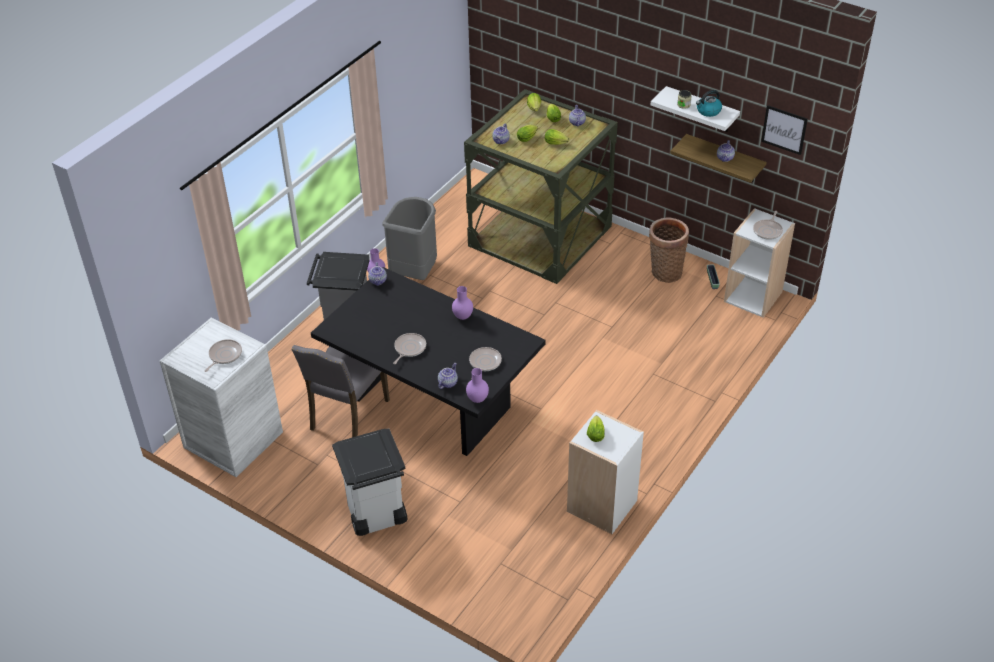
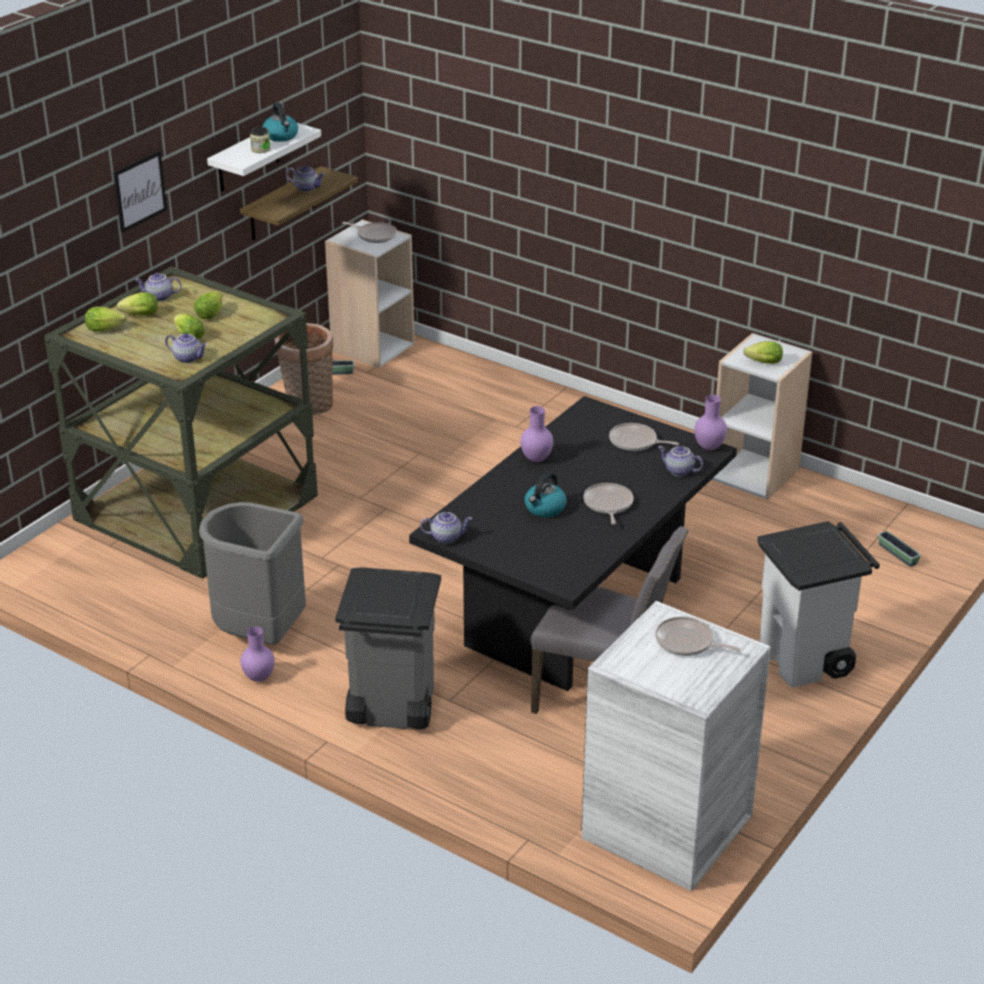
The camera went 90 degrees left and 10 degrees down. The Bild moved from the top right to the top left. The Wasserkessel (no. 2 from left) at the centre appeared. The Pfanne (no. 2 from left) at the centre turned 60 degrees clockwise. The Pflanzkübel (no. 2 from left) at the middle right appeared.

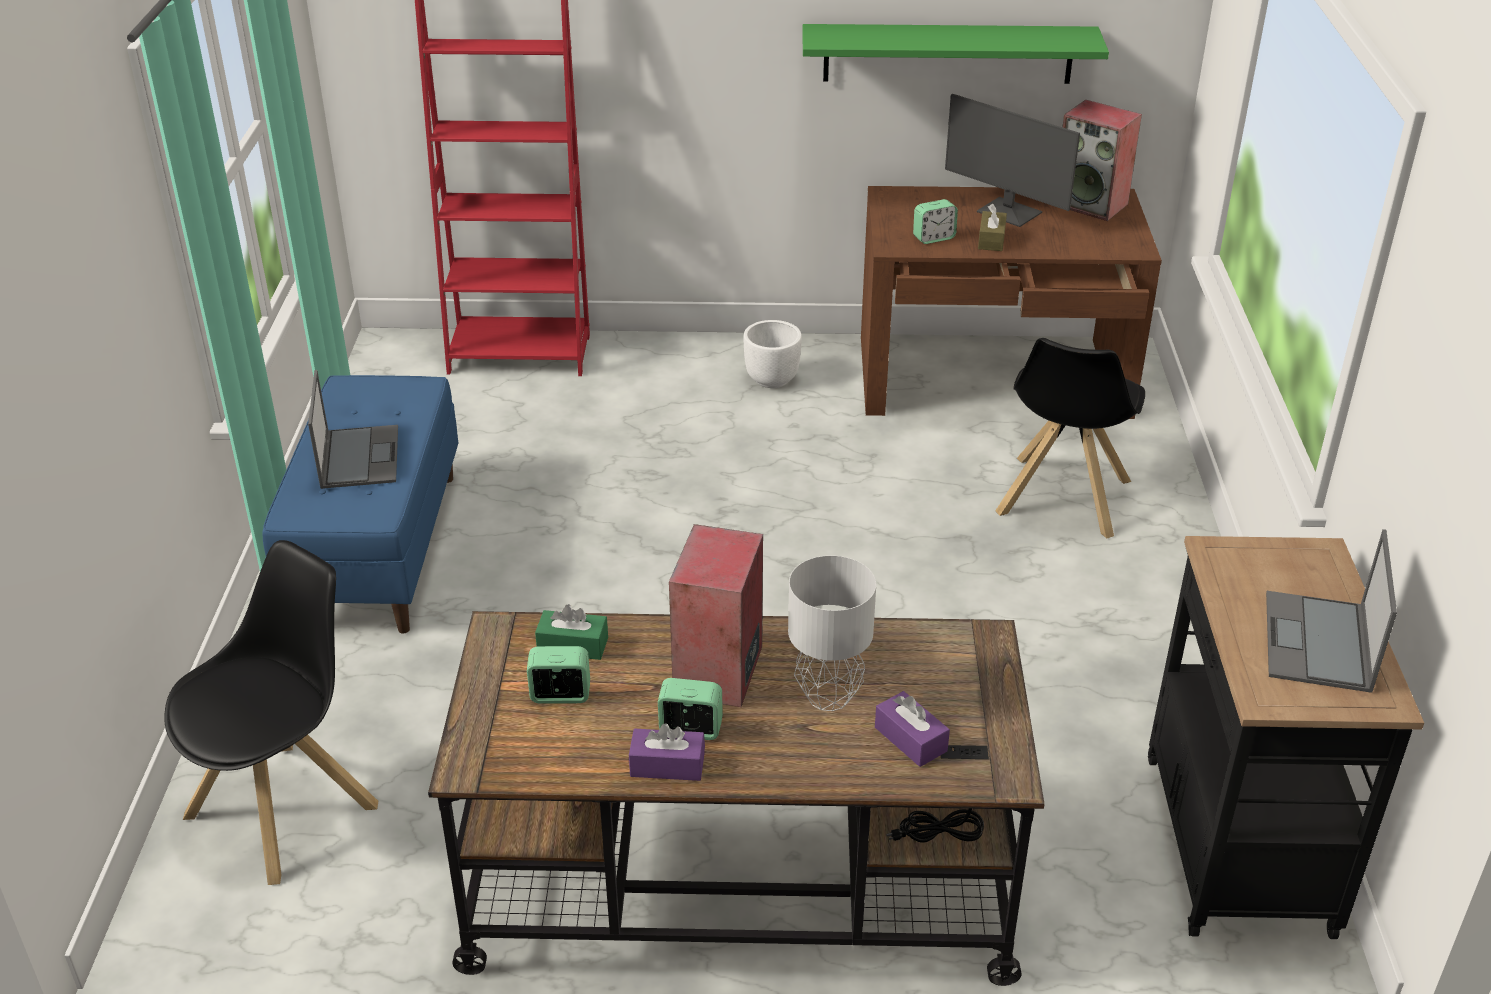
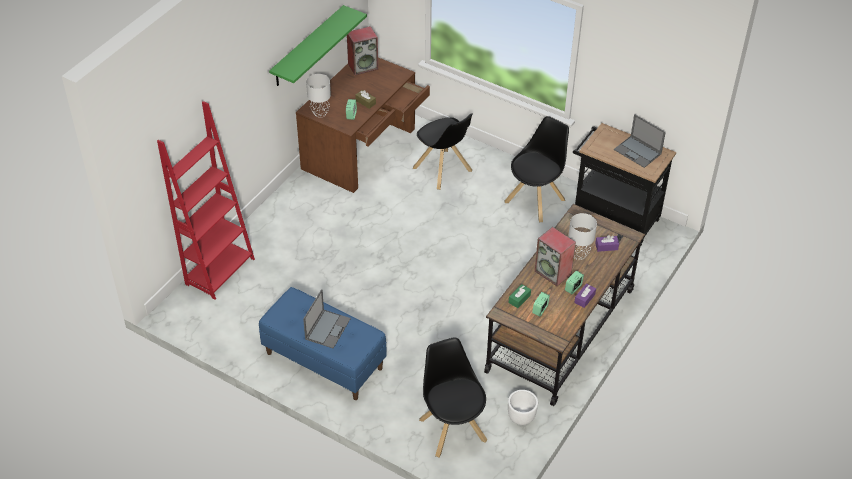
The camera went 60 degrees left and 10 degrees up. The Laptop (no. 1 from left) at the middle left turned 90 degrees clockwise. The Tischlampe/grau (no. 1 from left) at the top centre appeared. The Stuhl/schwarz (no. 3 from left) at the centre appeared. The Pflanzkübel/weiß moved from the centre to the bottom centre. The Monitor at the top right disappeared.

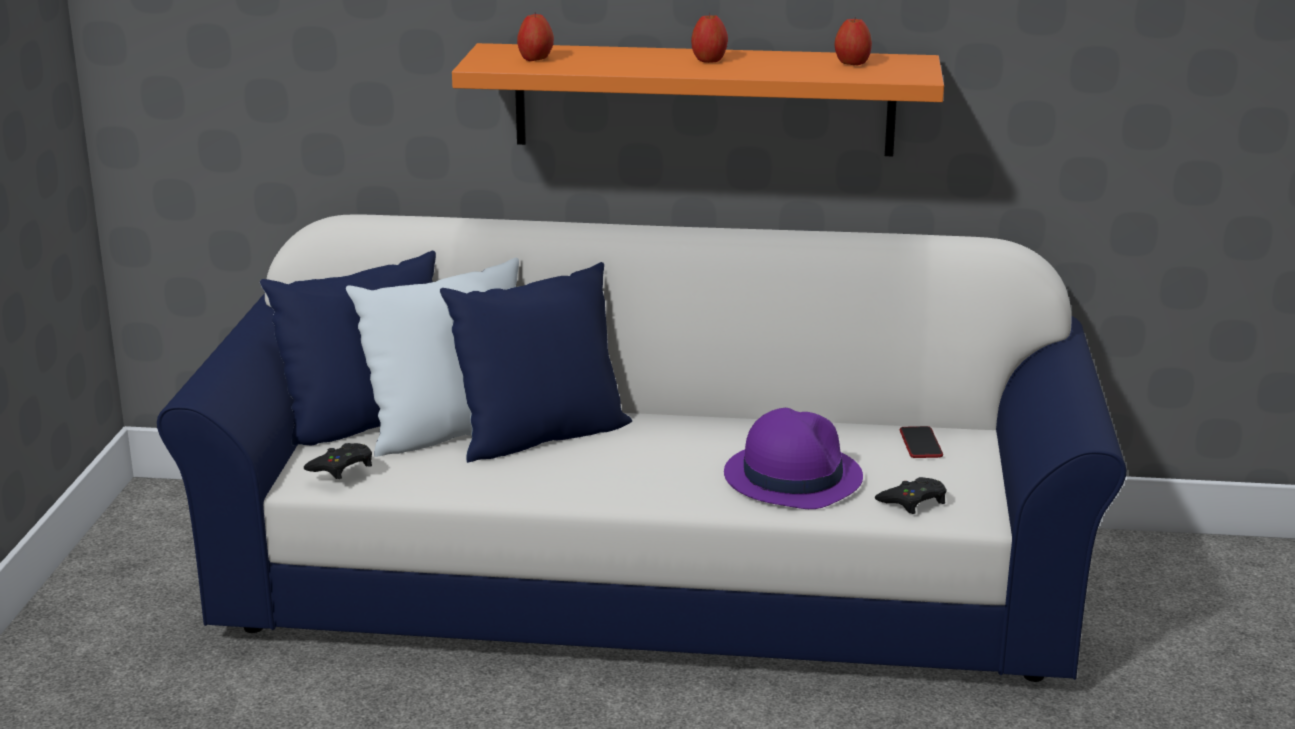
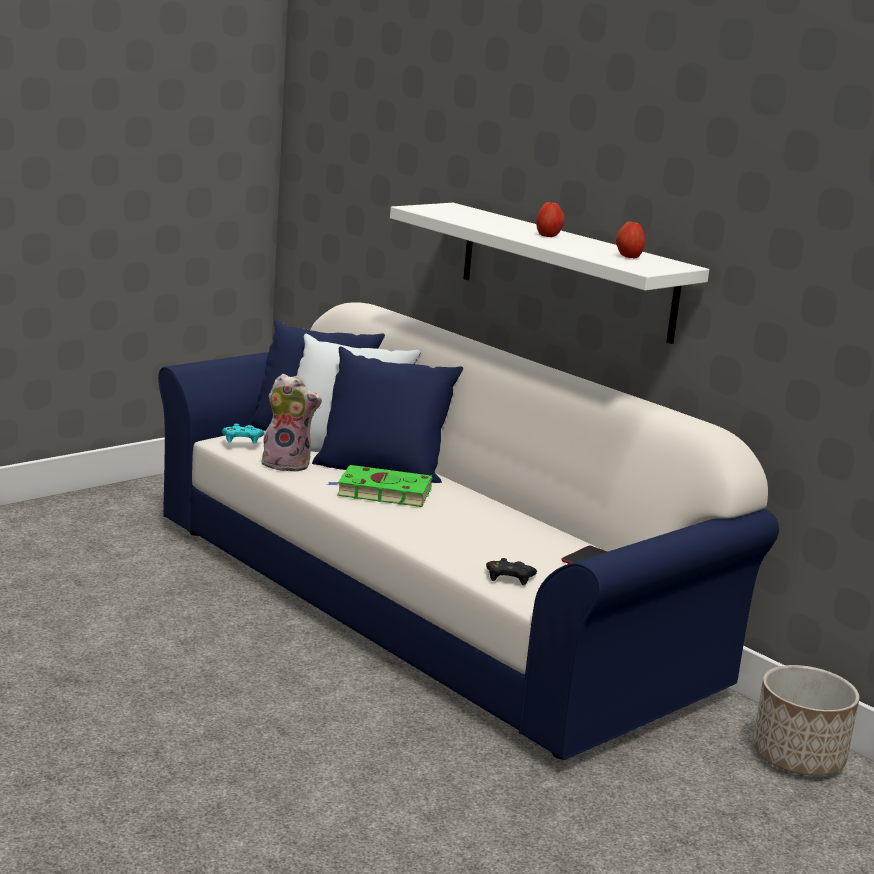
The camera went 40 degrees right and 5 degrees down. The Gamepad/schwarz (no. 1 from left) at the middle left became the Gamepad/türkis at the middle left. The Plüschtier at the middle left appeared. The Buch/grün at the centre appeared. The Wandregal/orange at the top centre became the Wandregal/weiß at the top centre. The Pflanzkübel at the bottom right appeared. The Apfel (no. 1 from left) at the top centre disappeared. The Hut/lila at the centre disappeared.

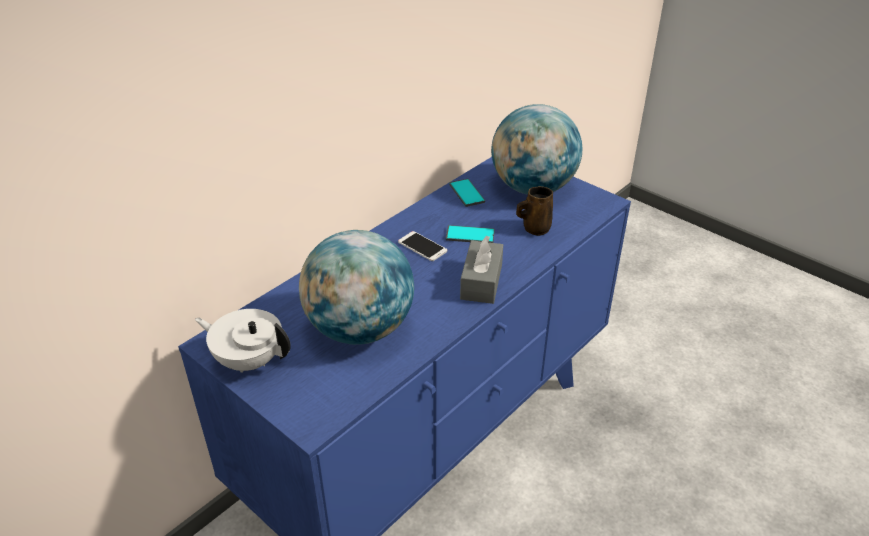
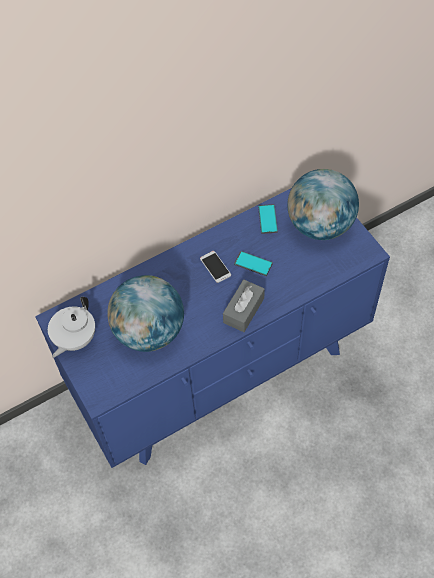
The camera went 20 degrees right and 20 degrees up. The Teekanne/weiß at the middle left turned 105 degrees counterclockwise. The Henkelbecher/braun at the centre disappeared.

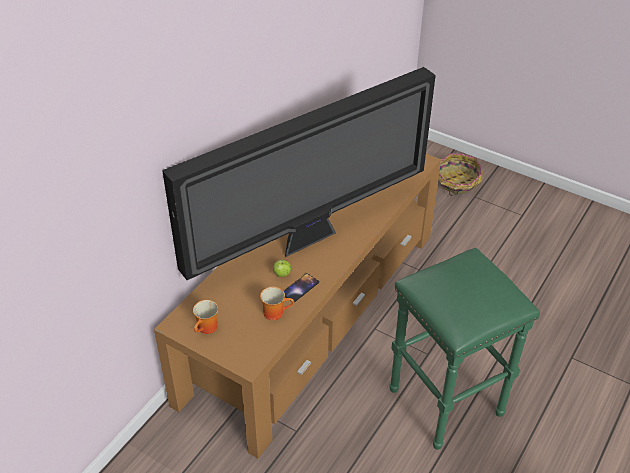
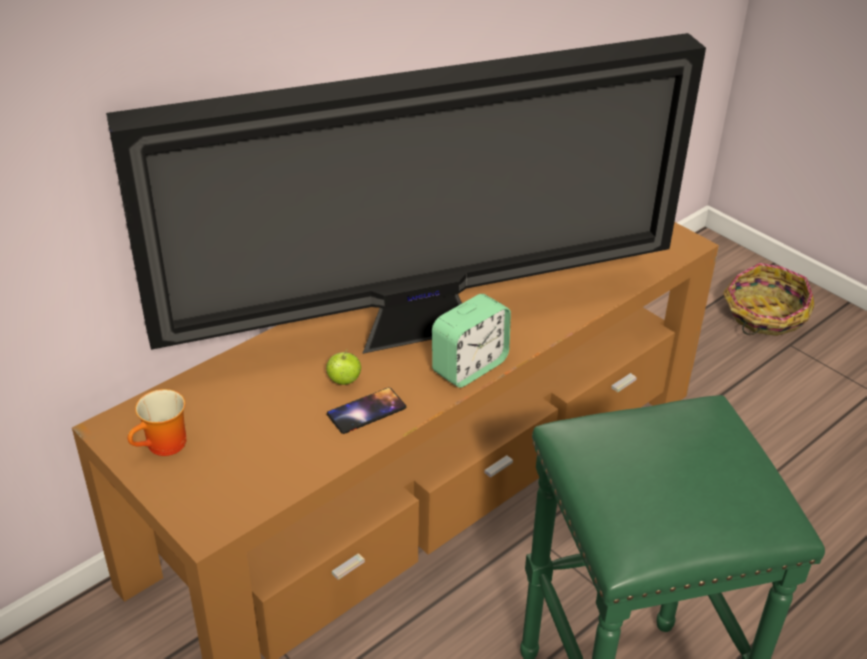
The camera went 15 degrees right and 5 degrees down. The Wecker at the centre appeared. The Henkelbecher (no. 2 from left) at the centre disappeared.

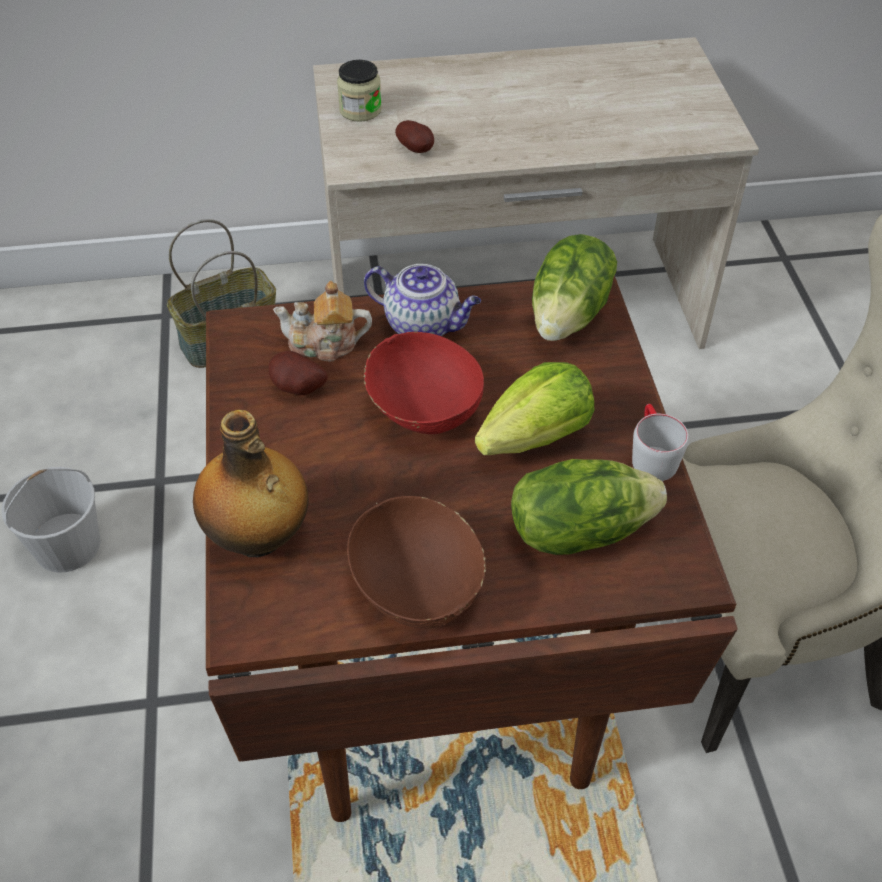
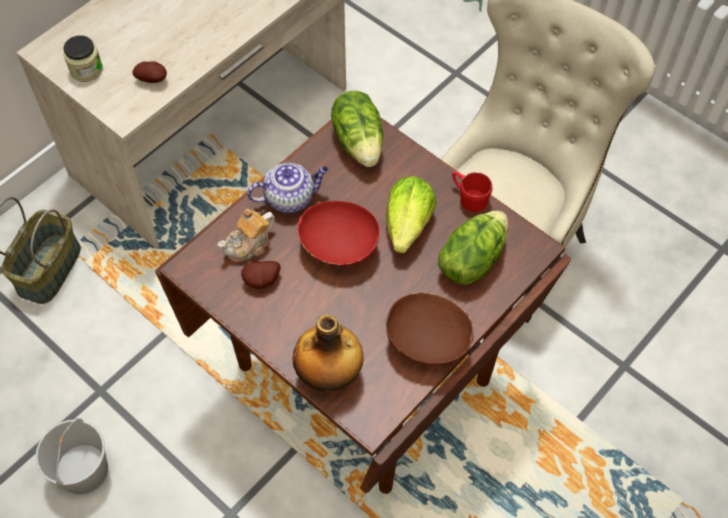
The camera went 40 degrees left and 10 degrees up. The Henkelbecher/grau at the middle right became the Henkelbecher/rot at the centre.

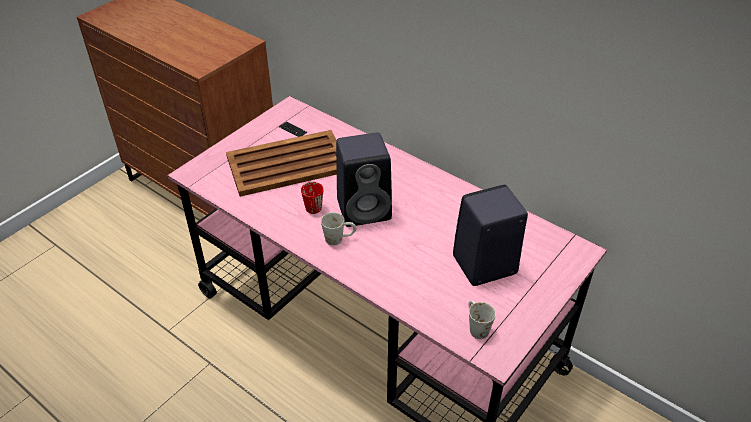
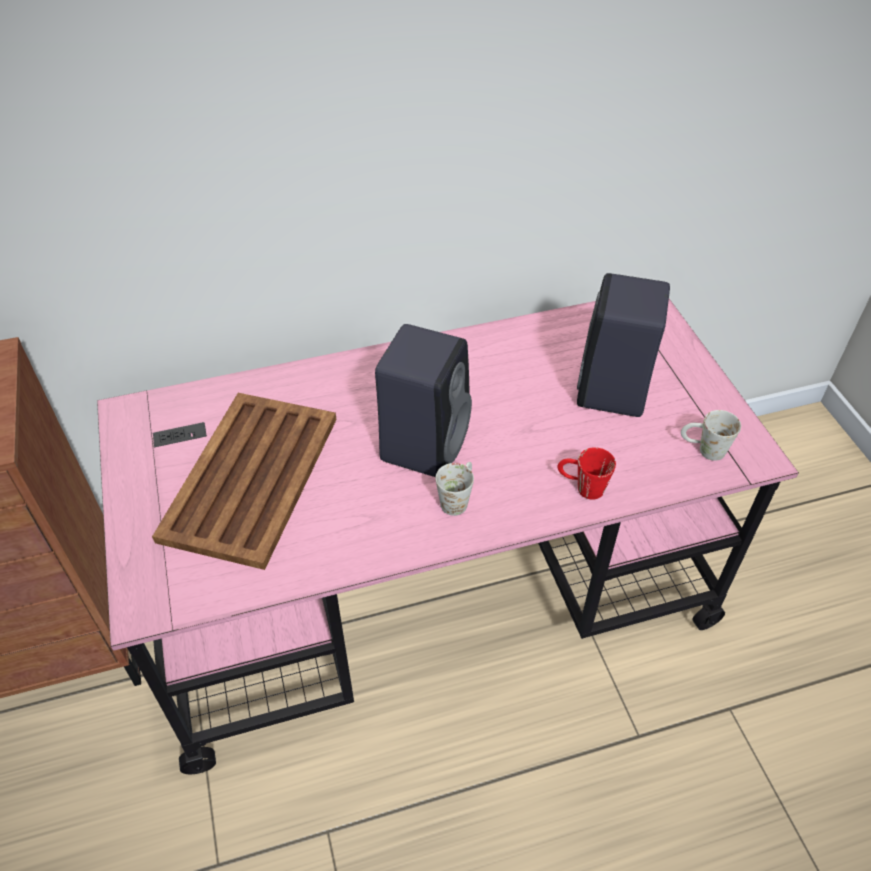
The camera went 55 degrees left and 5 degrees up. The Henkelbecher/rot moved from the centre to the middle right.

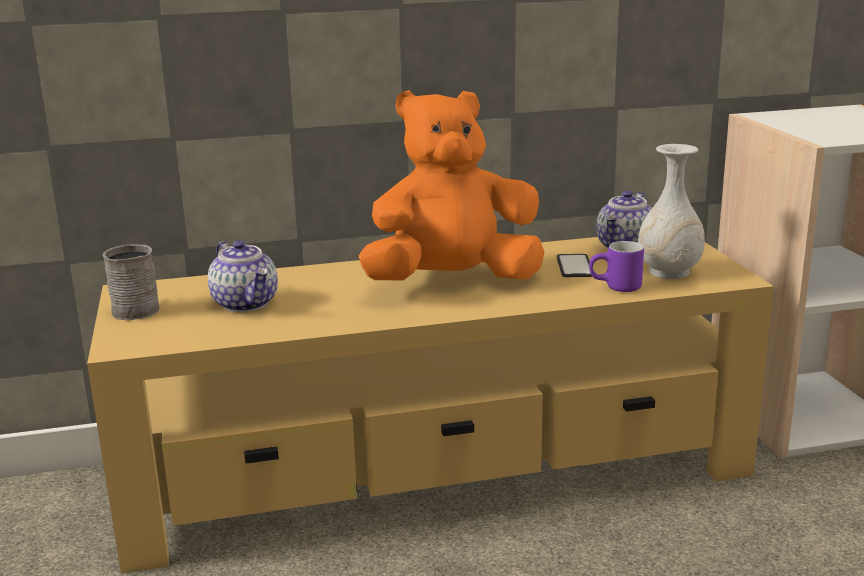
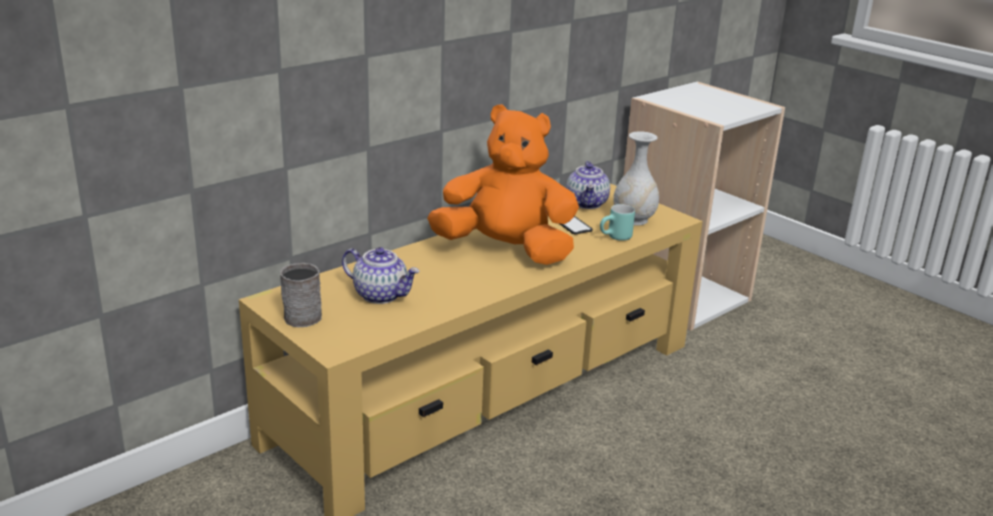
The camera went 30 degrees left and 5 degrees up. The Plüschtier/orange at the top centre turned 60 degrees clockwise. The Henkelbecher/lila at the middle right became the Henkelbecher/türkis at the centre.

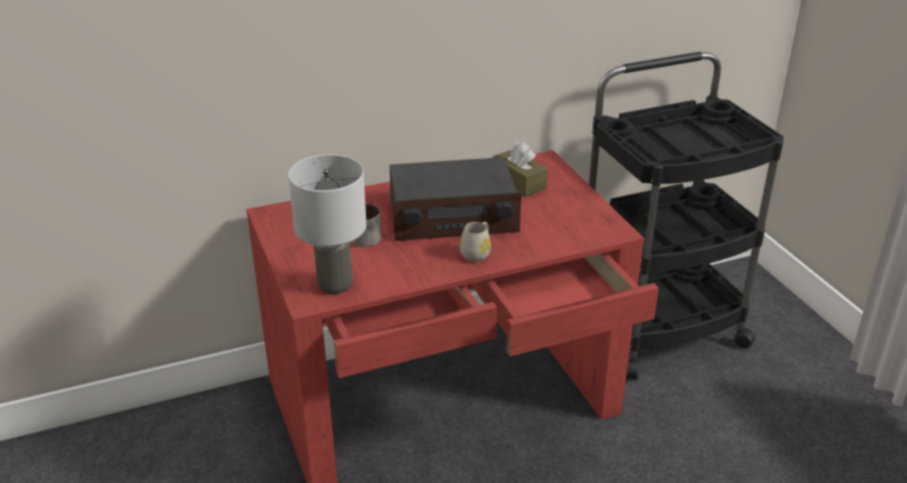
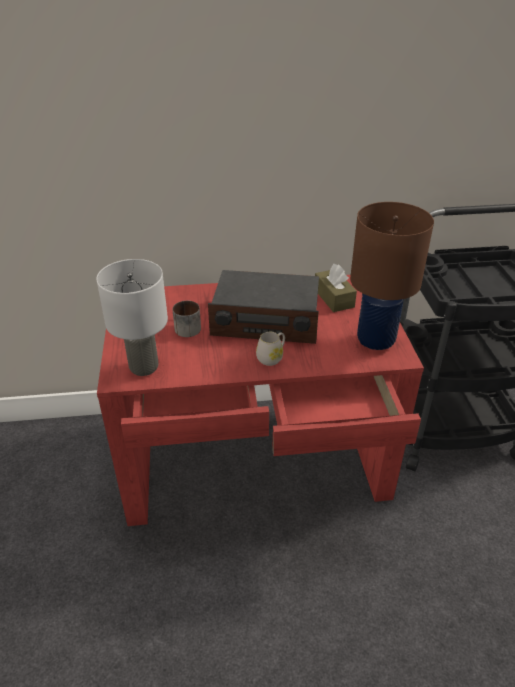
The camera went 15 degrees right and 5 degrees up. The Tischlampe/braun at the middle right appeared.

